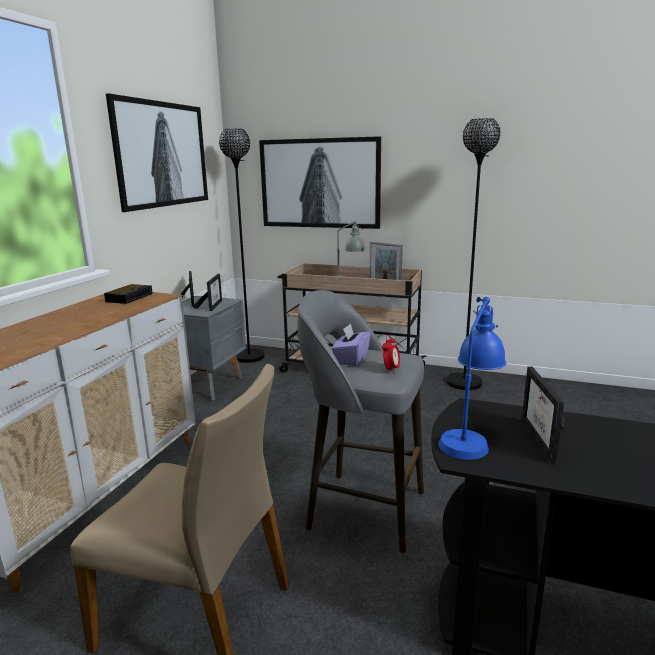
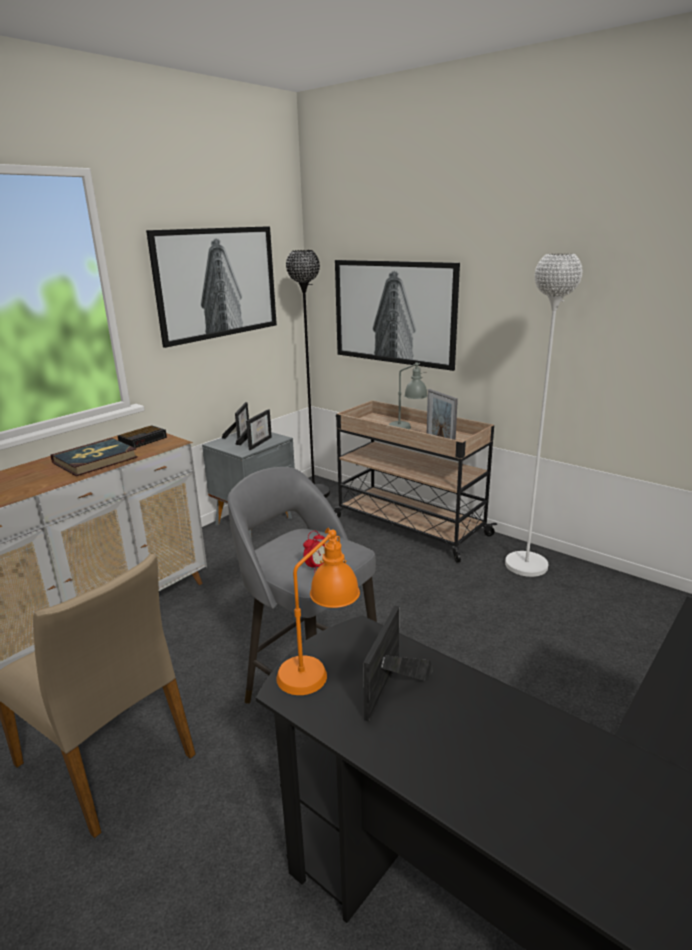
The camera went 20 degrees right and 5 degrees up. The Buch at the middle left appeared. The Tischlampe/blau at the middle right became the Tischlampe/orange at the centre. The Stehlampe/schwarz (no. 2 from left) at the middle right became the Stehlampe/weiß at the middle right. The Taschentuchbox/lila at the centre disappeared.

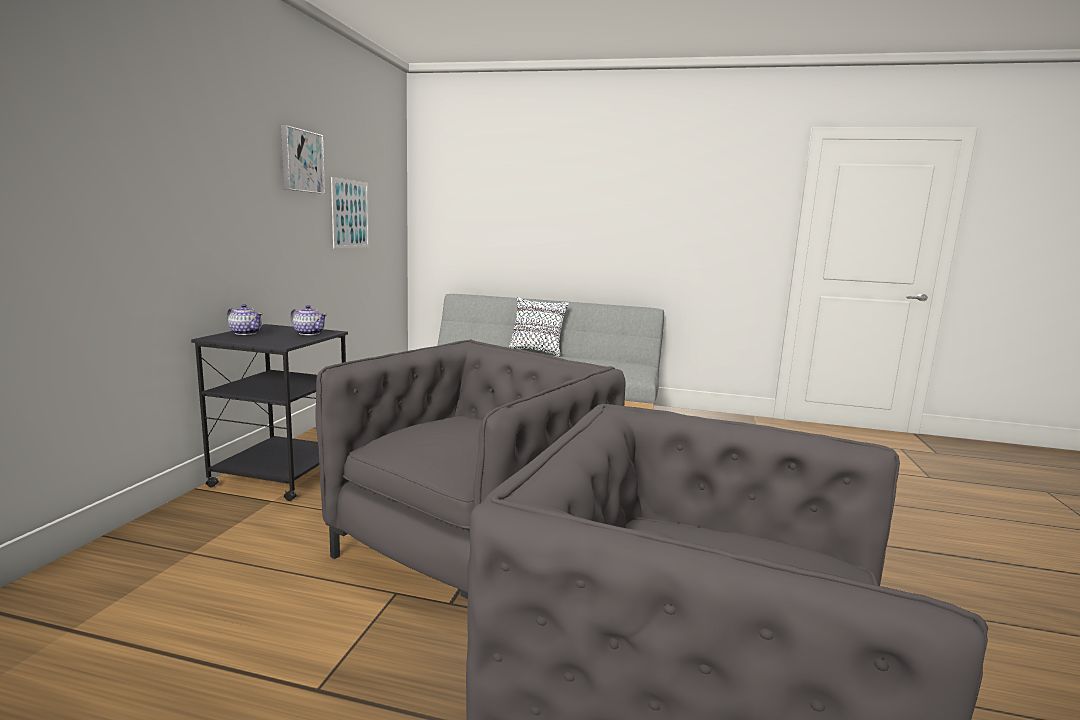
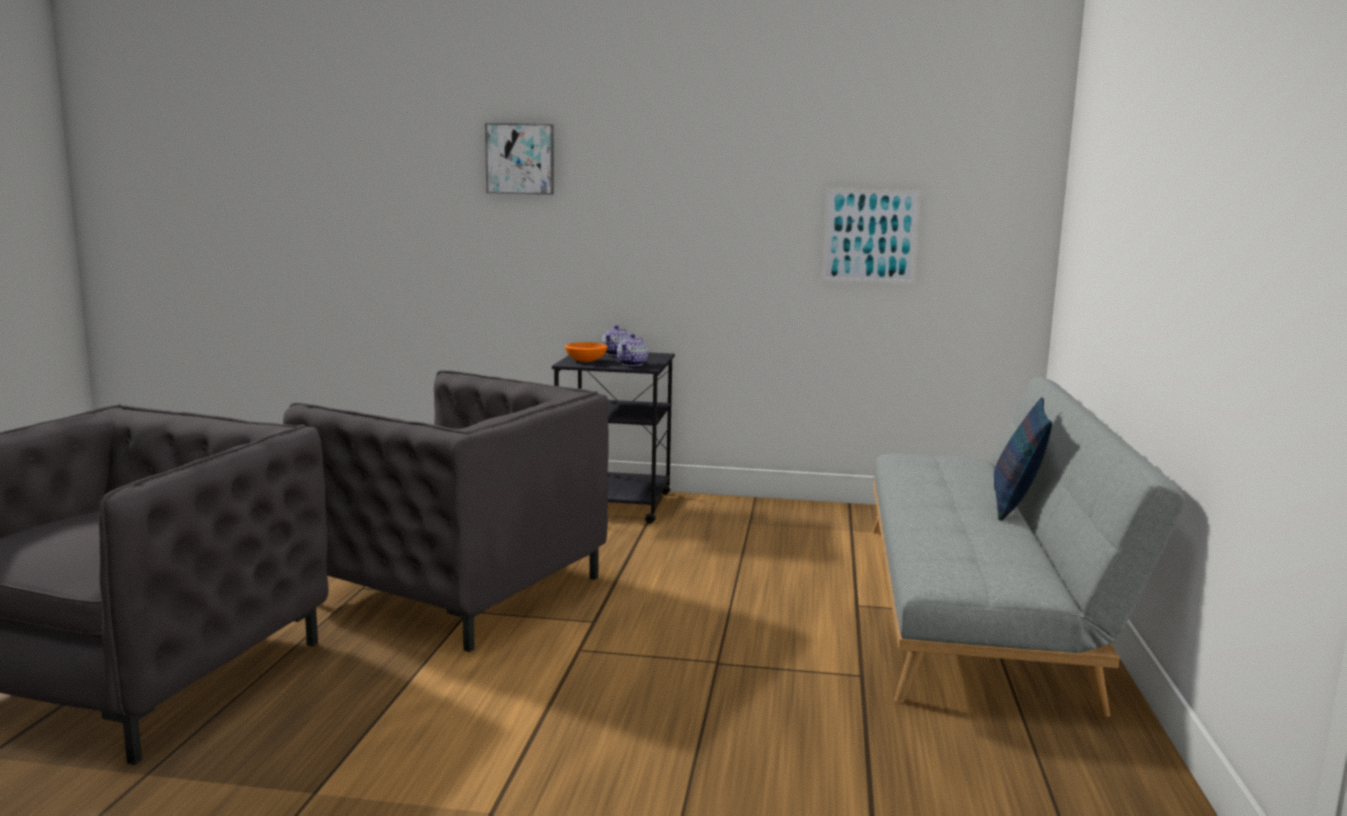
The camera went 85 degrees right and 0 degrees up. The Bild (no. 1 from left) moved from the top left to the top centre. The Schüssel/orange at the centre appeared. The Kissen/weiß at the centre became the Kissen/blau at the middle right.

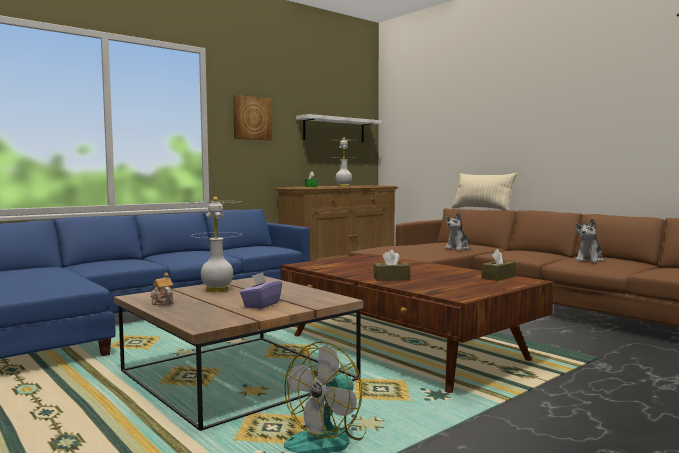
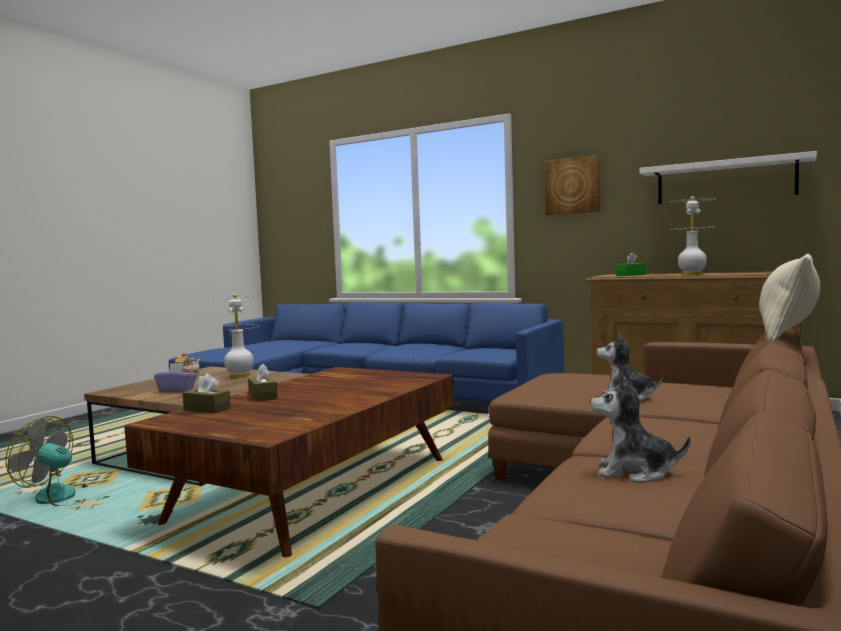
The camera went 70 degrees right and 0 degrees up. The Taschentuchbox/braun (no. 2 from left in the first image) moved from the middle right to the middle left.

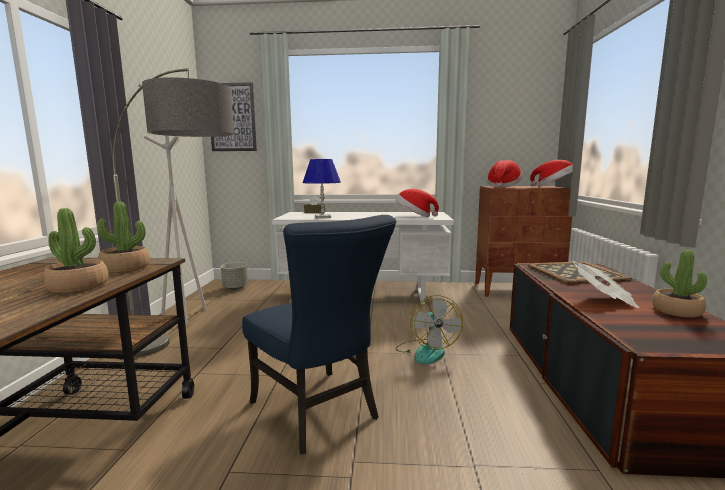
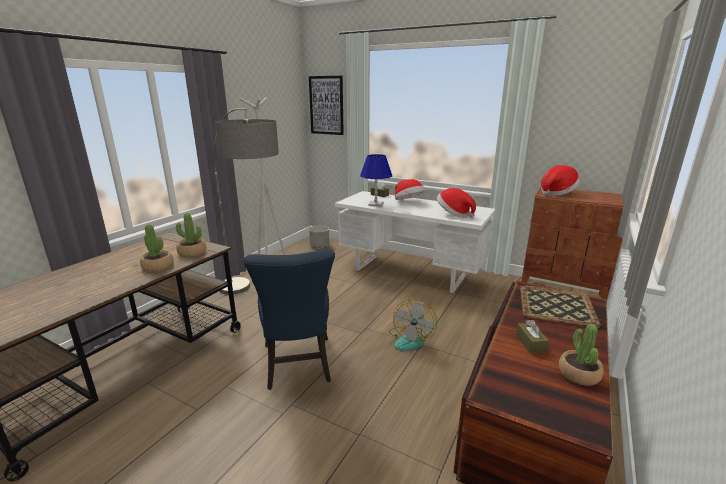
The camera went 25 degrees right and 10 degrees up. The Hut (no. 3 from left in the first image) moved from the middle right to the centre. The Zeitung at the middle right was replaced by the Taschentuchbox/braun (no. 2 from left) at the bottom right.

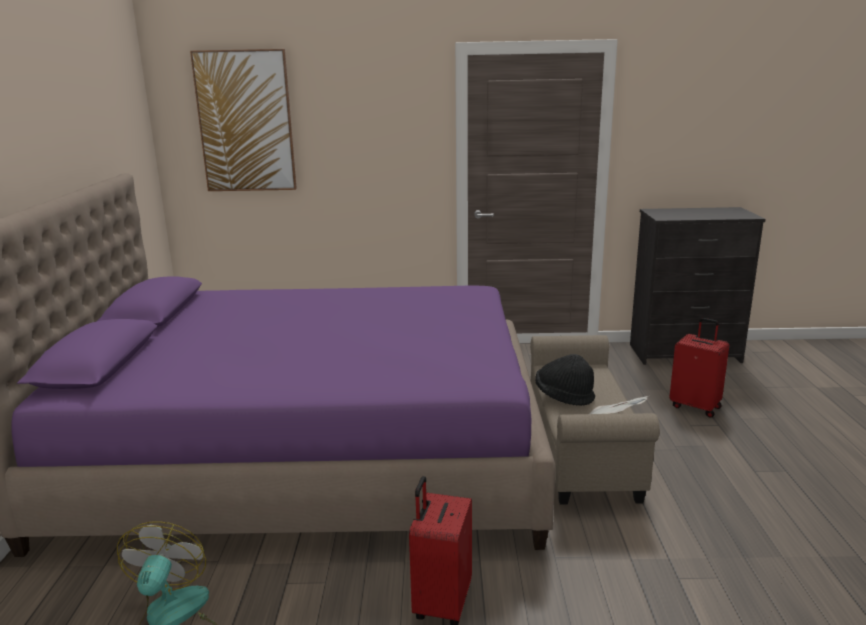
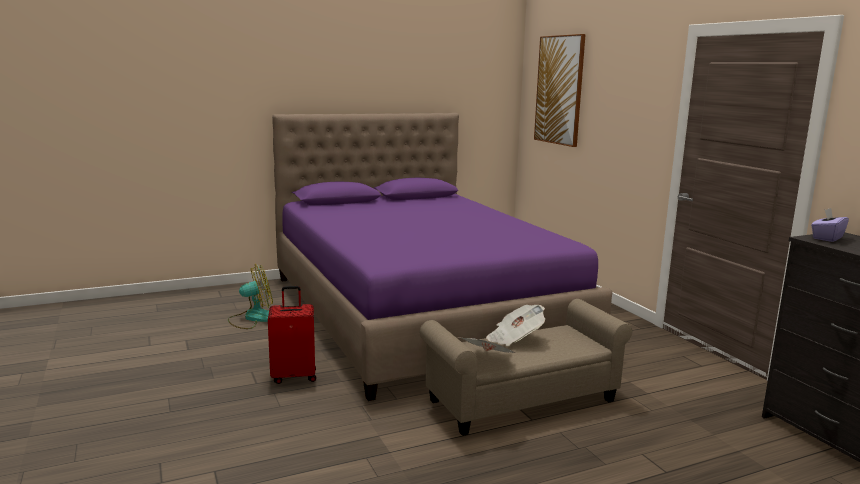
The camera went 65 degrees right and 5 degrees down. The Hut/schwarz at the centre was replaced by the Zeitung (no. 2 from left) at the bottom centre. The Taschentuchbox/lila at the middle right appeared. The Koffer/rot (no. 2 from left) at the middle right disappeared.

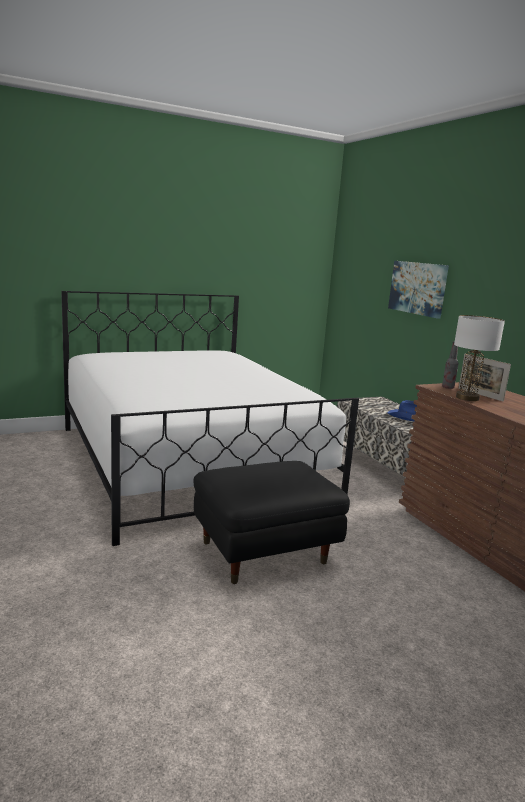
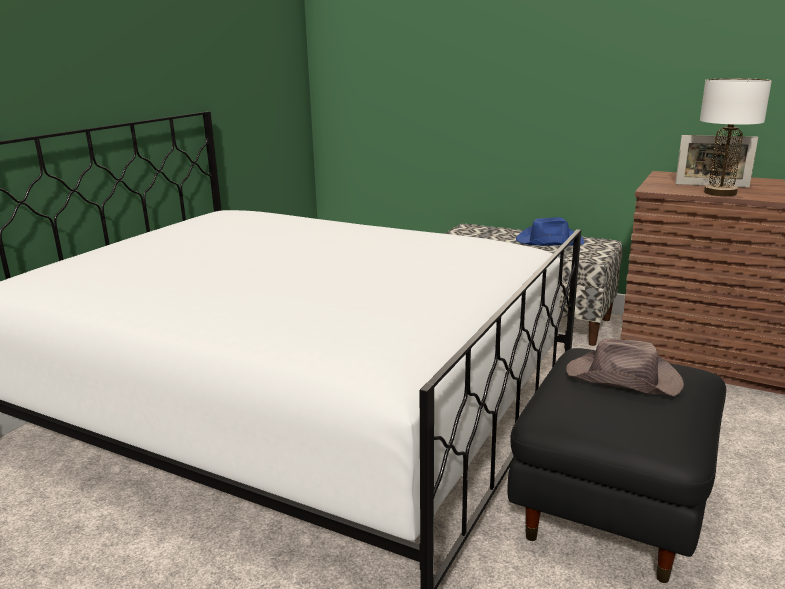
The camera went 35 degrees left and 5 degrees up. The Hut/braun at the middle right appeared. The Bild at the middle right disappeared. The Flasche at the middle right disappeared.

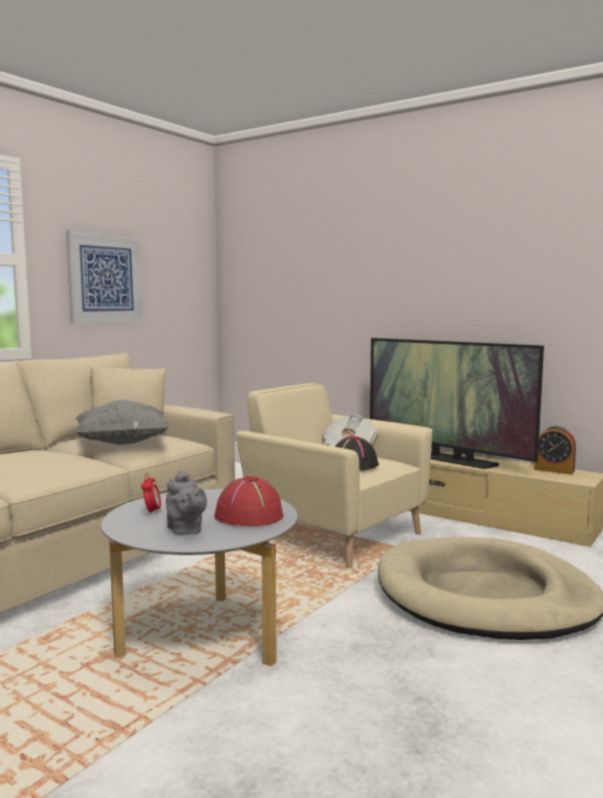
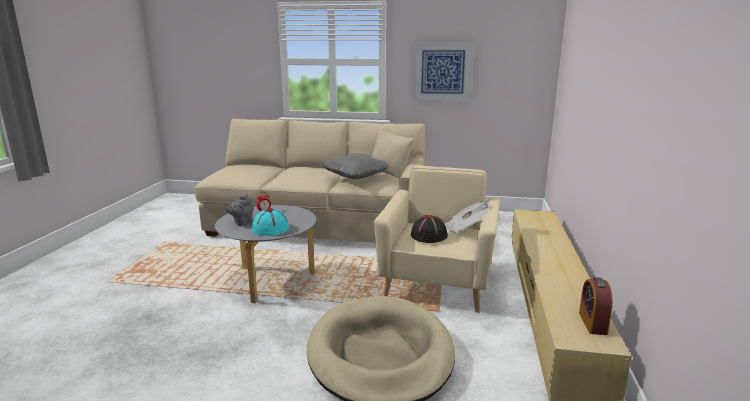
The camera went 65 degrees right and 10 degrees up. The Hut/rot at the centre became the Hut/türkis at the centre. The Fernseher at the middle right disappeared.

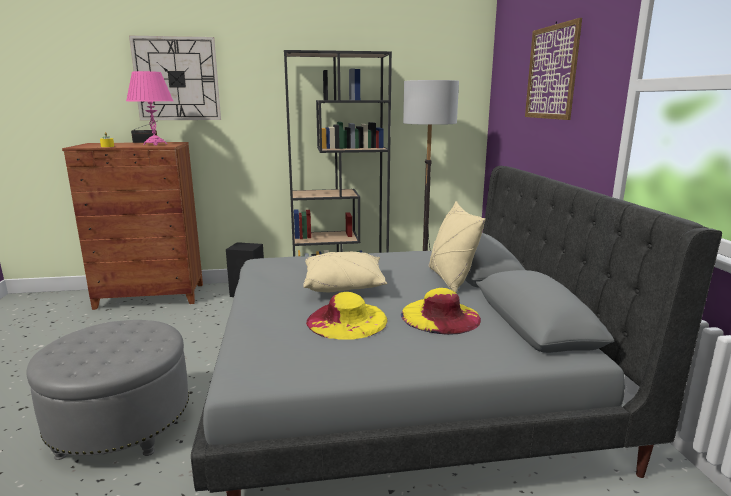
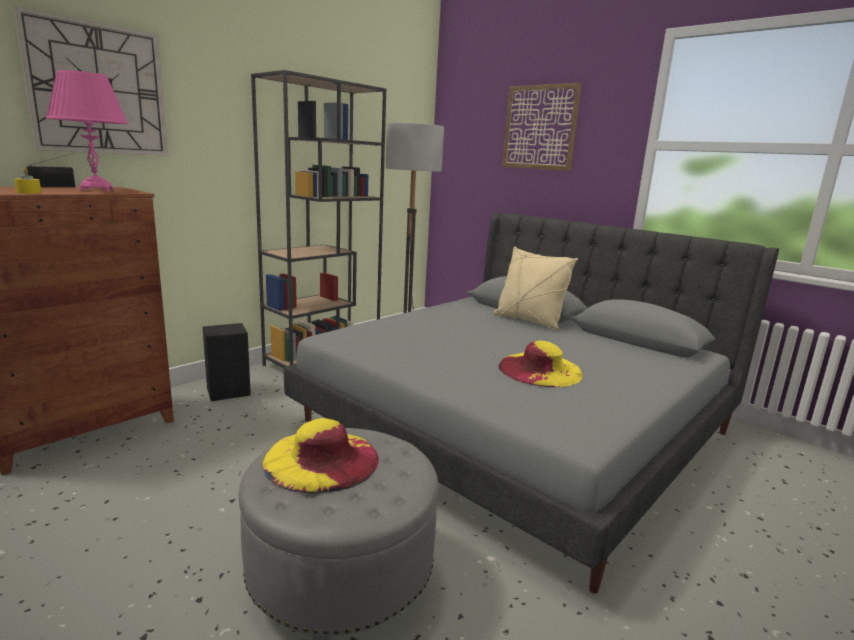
The camera went 40 degrees left and 0 degrees up. The Hut/gelb (no. 2 from left in the first image) moved from the centre to the bottom centre. The Kissen/beige (no. 1 from left) at the centre disappeared.

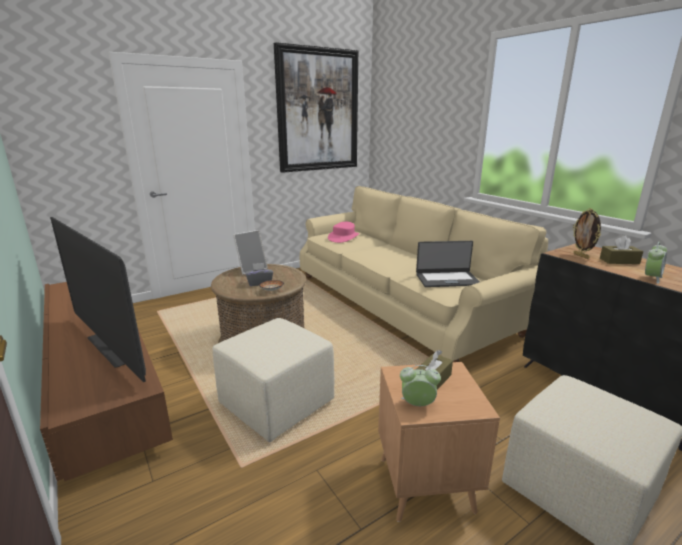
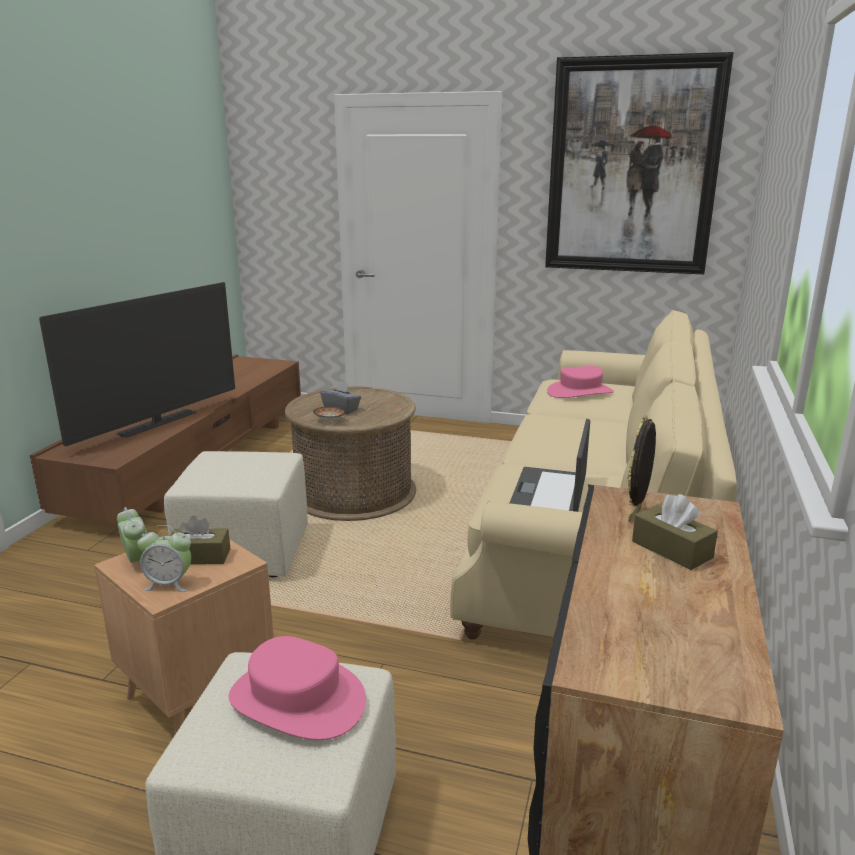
The camera went 50 degrees right and 0 degrees up. The Fernseher at the middle left turned 150 degrees counterclockwise. The Wecker (no. 2 from left) moved from the middle right to the middle left. The Hut/rosa (no. 1 from left) at the bottom centre appeared. The Laptop at the centre turned 60 degrees clockwise. The Bilderrahmen (no. 1 from left) at the centre disappeared.

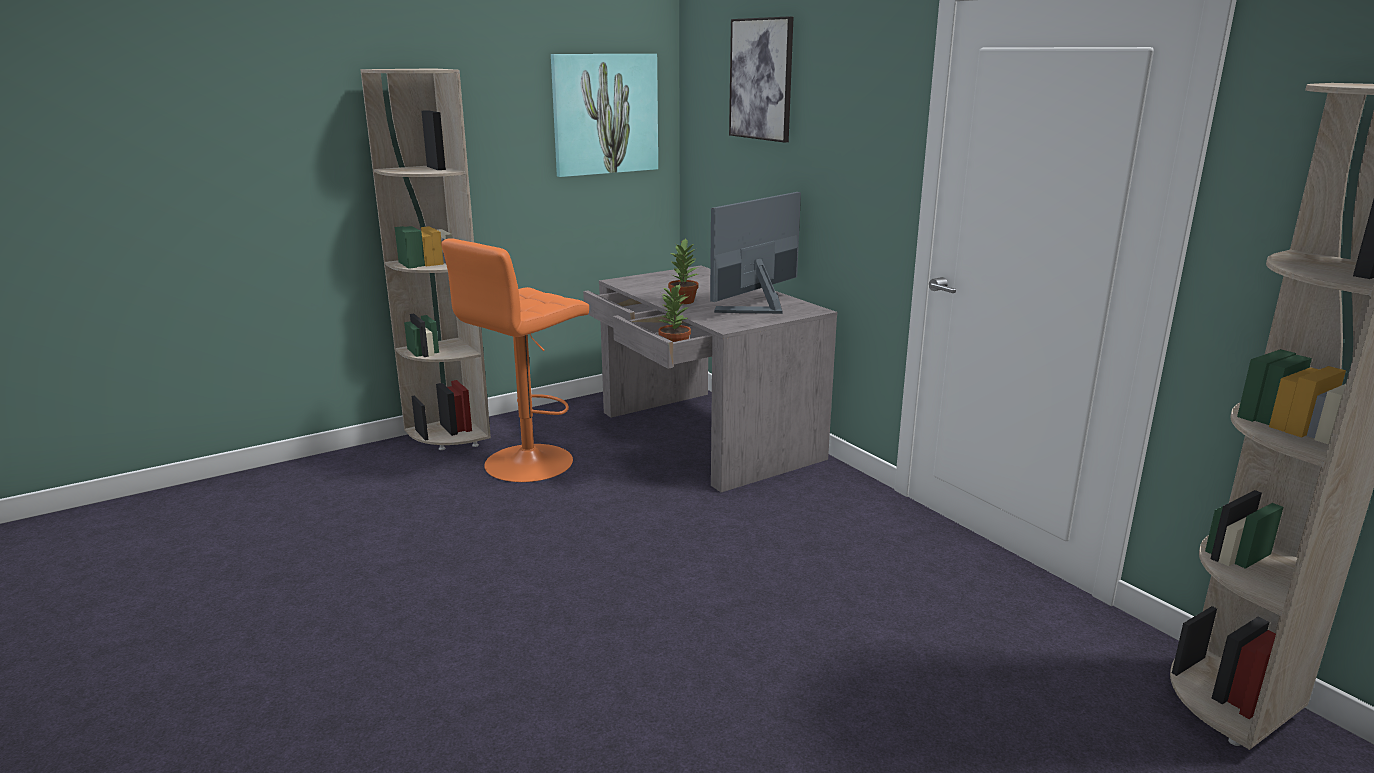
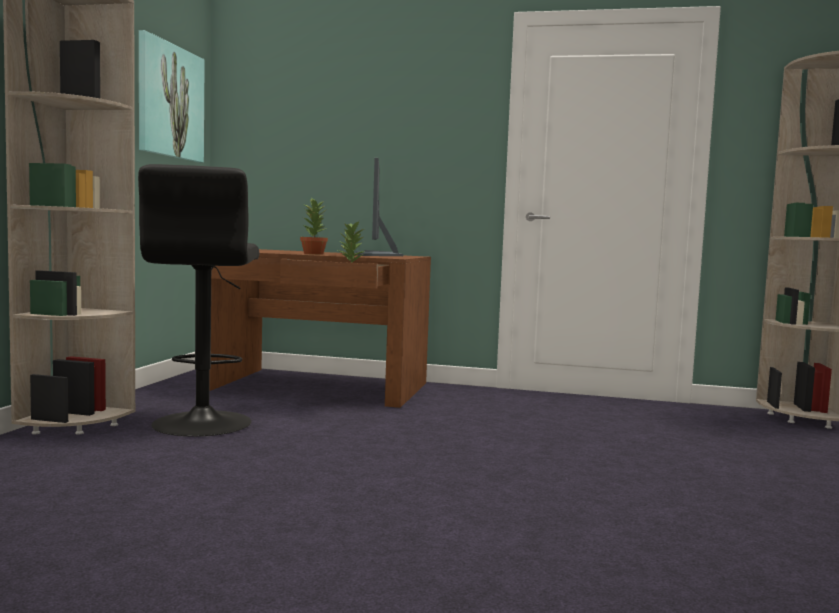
The camera went 45 degrees left and 15 degrees down. The Hocker/orange at the centre became the Hocker/schwarz at the middle left. The Schreibtisch/grau at the centre became the Schreibtisch/braun at the centre. The Bild (no. 2 from left) at the top centre disappeared.

